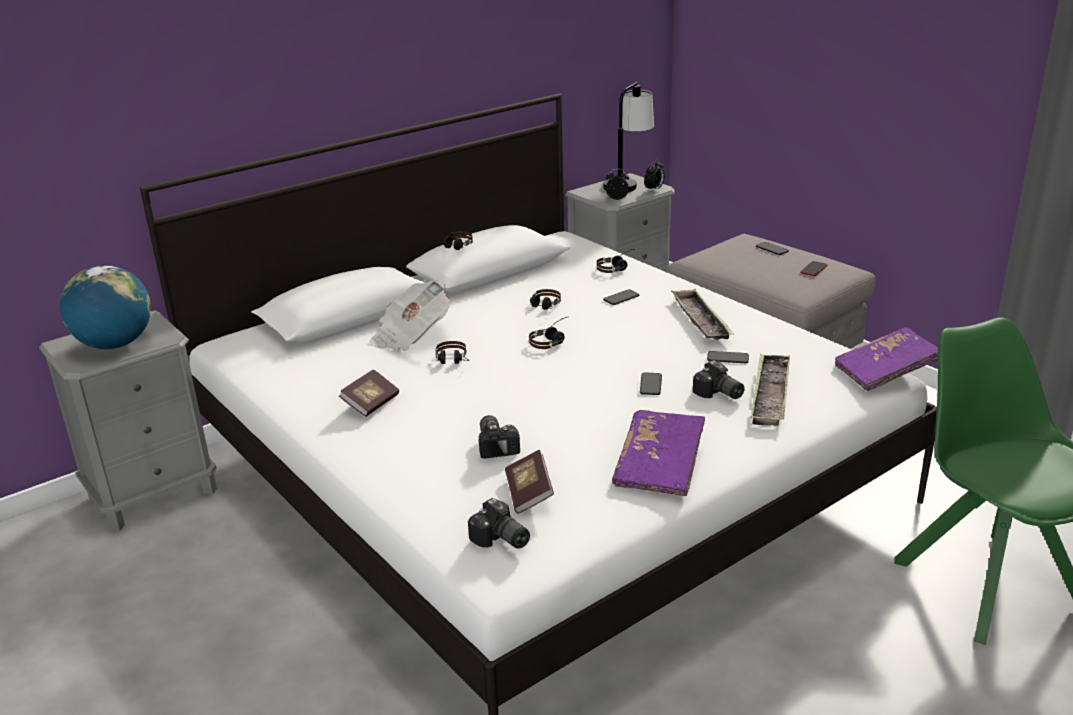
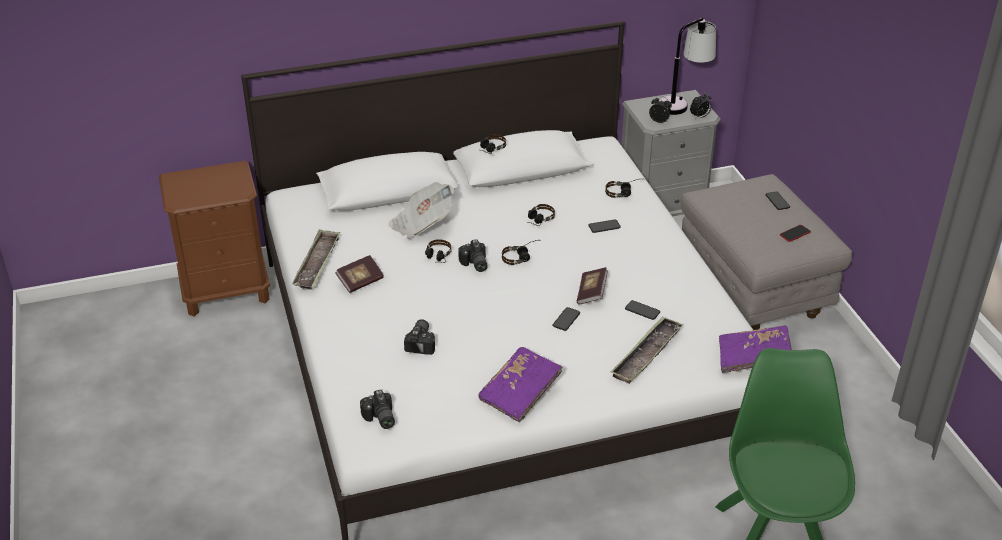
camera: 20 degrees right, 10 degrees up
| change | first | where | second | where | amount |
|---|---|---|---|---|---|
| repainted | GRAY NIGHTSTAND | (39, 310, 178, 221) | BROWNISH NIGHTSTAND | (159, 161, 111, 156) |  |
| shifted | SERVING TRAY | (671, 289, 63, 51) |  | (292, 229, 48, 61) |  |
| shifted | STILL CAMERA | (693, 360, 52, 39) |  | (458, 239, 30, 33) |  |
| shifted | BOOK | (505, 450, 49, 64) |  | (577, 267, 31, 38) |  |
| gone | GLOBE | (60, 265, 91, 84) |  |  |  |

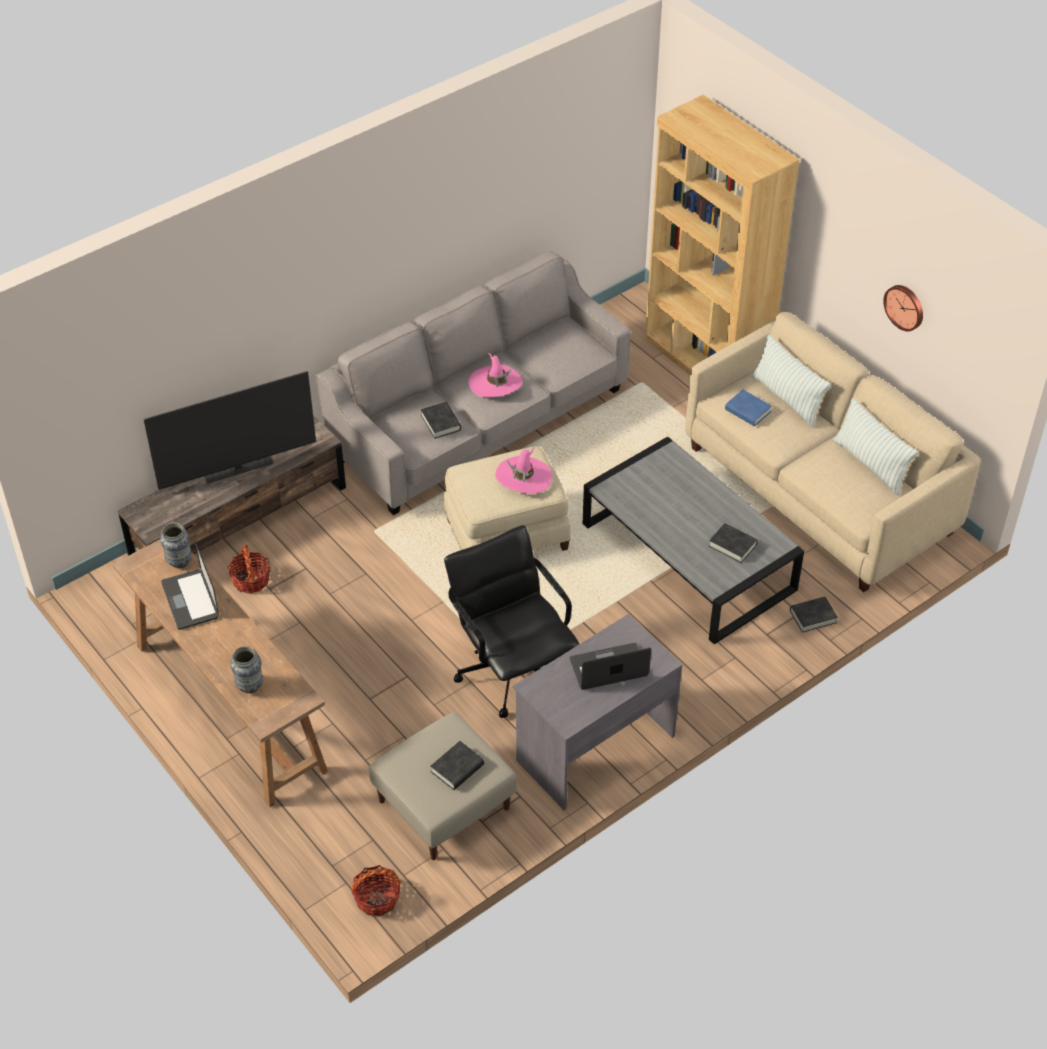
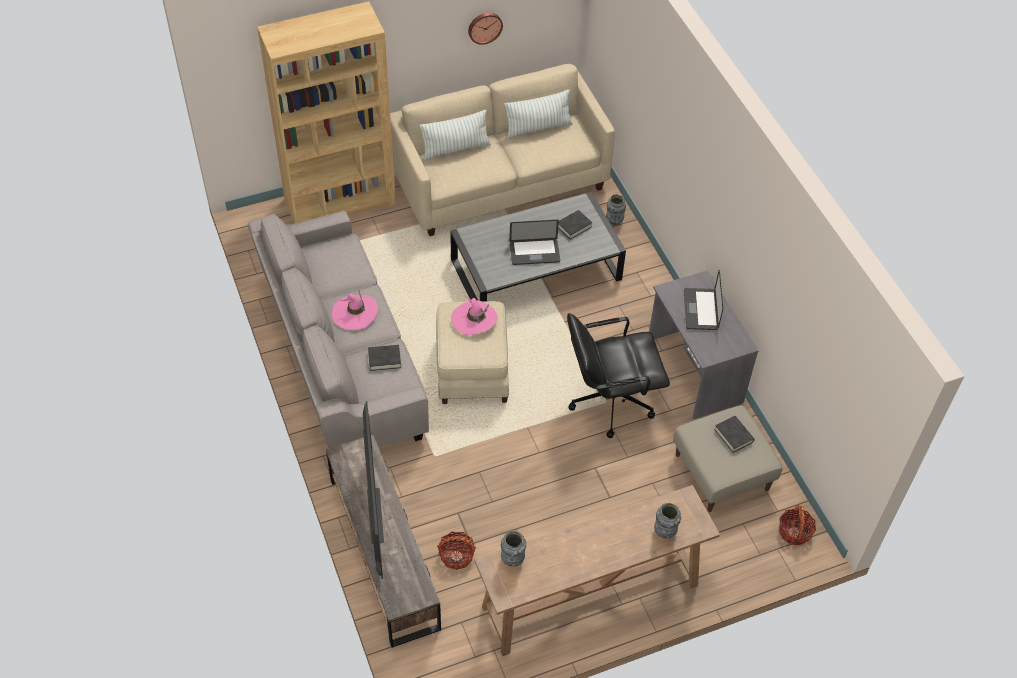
camera: 75 degrees left, 5 degrees up
| change | first | where | second | where | amount |
|---|---|---|---|---|---|
| shifted | LAPTOP | (161, 542, 58, 88) |  | (509, 220, 51, 45) |  |
| swapped | BLACK BOOK | (790, 597, 48, 36) | FLOWER VASE | (606, 194, 20, 32) |  |
| gone | BLUISH BOOK | (725, 390, 47, 36) |  |  |  |

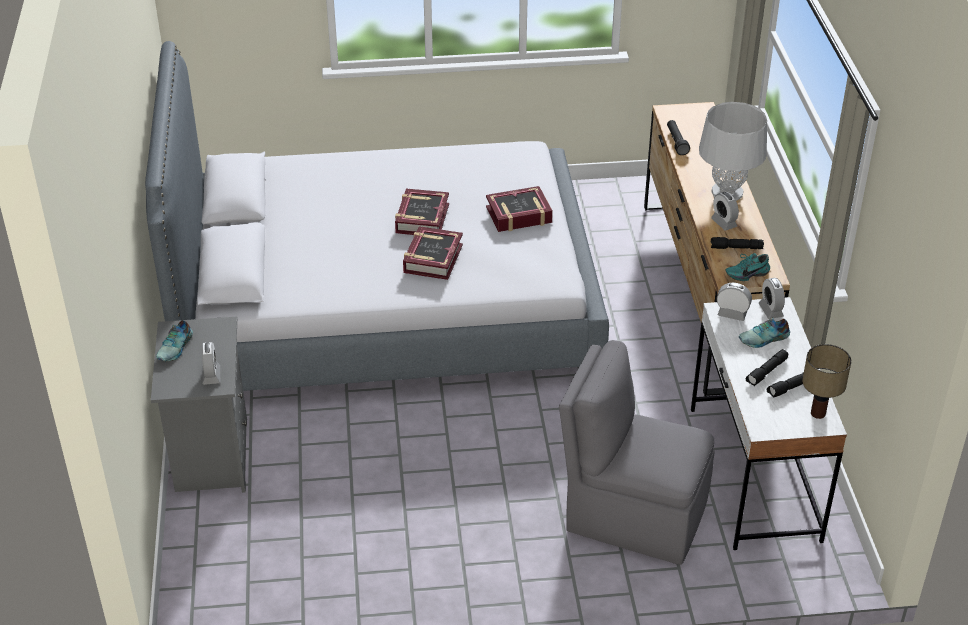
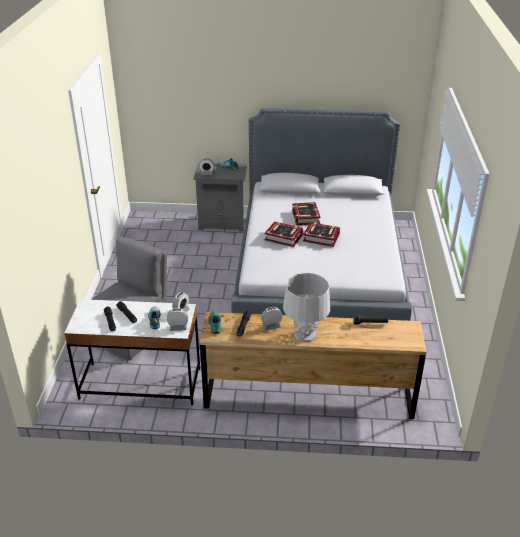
camera: 100 degrees right, 5 degrees down
| change | first | where | second | where | amount |
|---|---|---|---|---|---|
| shifted | BOOK | (486, 186, 67, 46) |  | (292, 202, 28, 23) |  |
| gone | TABLETOP LAMP | (802, 344, 49, 75) |  |  |  |

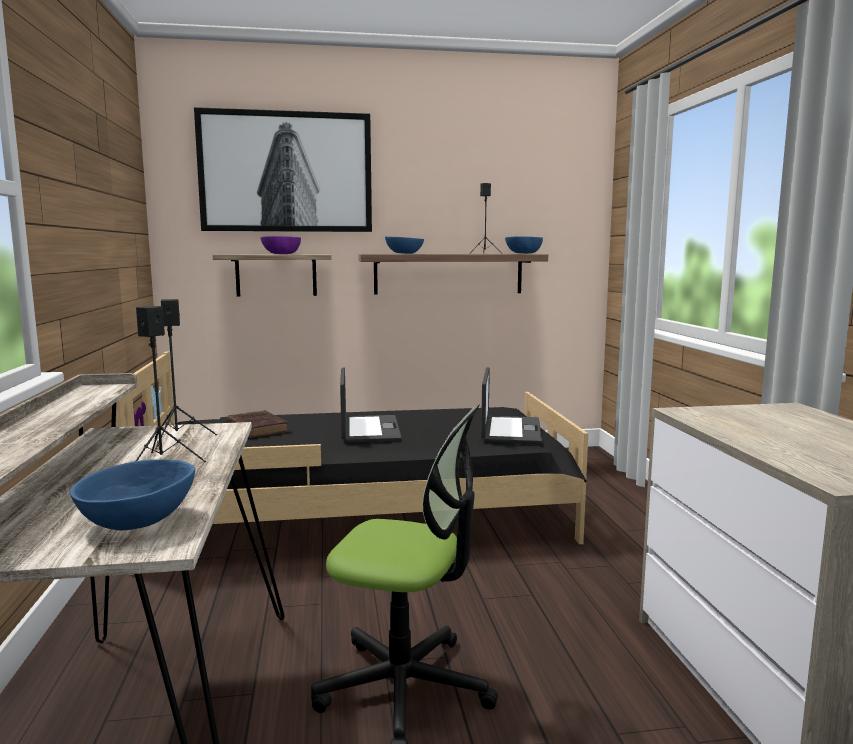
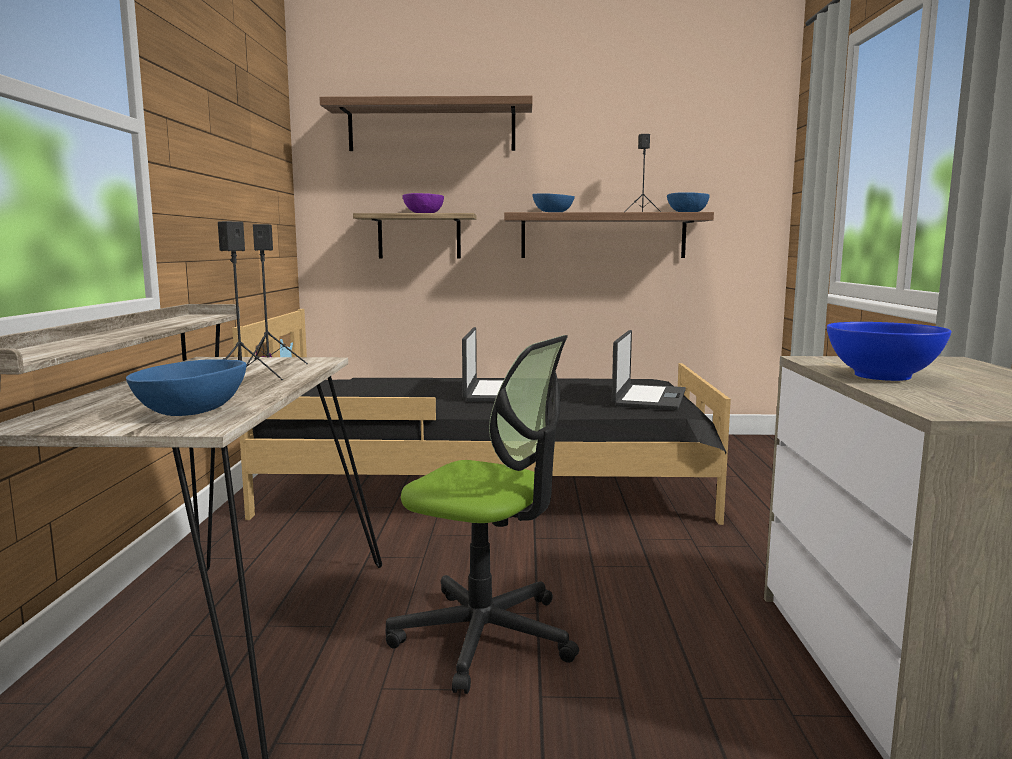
camera: 10 degrees right, 0 degrees up
| change | first | where | second | where | amount |
|---|---|---|---|---|---|
| swapped | PICTURE | (194, 107, 178, 125) | WALL SHELF | (319, 96, 214, 55) |  |
| new |  |  | BLUISH SERVING BOWL | (827, 322, 124, 59) |  |
| gone | BROWNISH BOOK | (227, 410, 62, 28) |  |  |  |

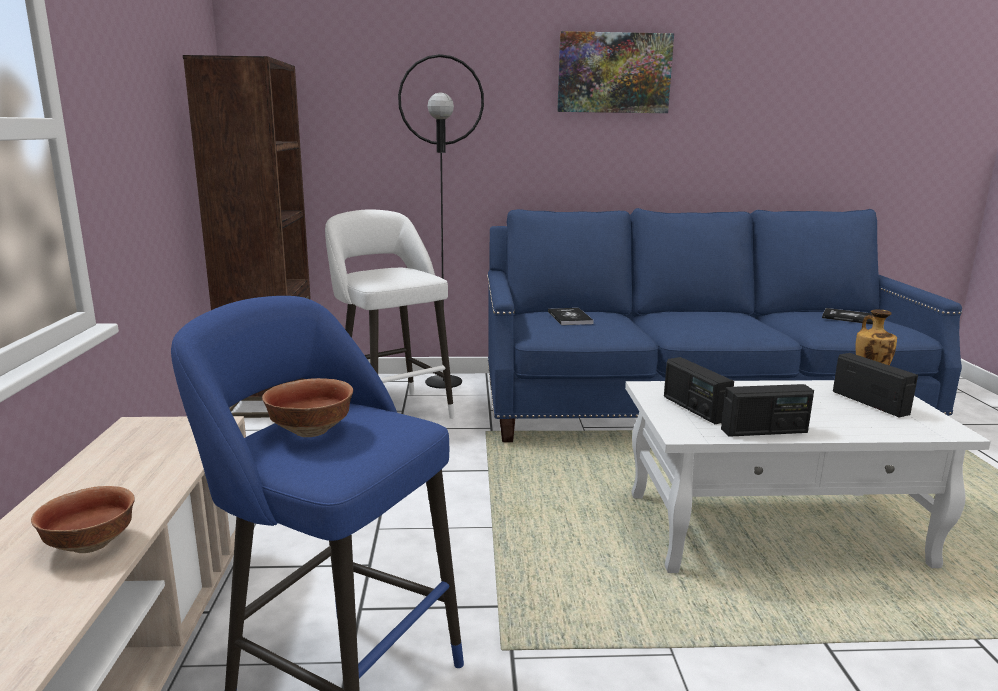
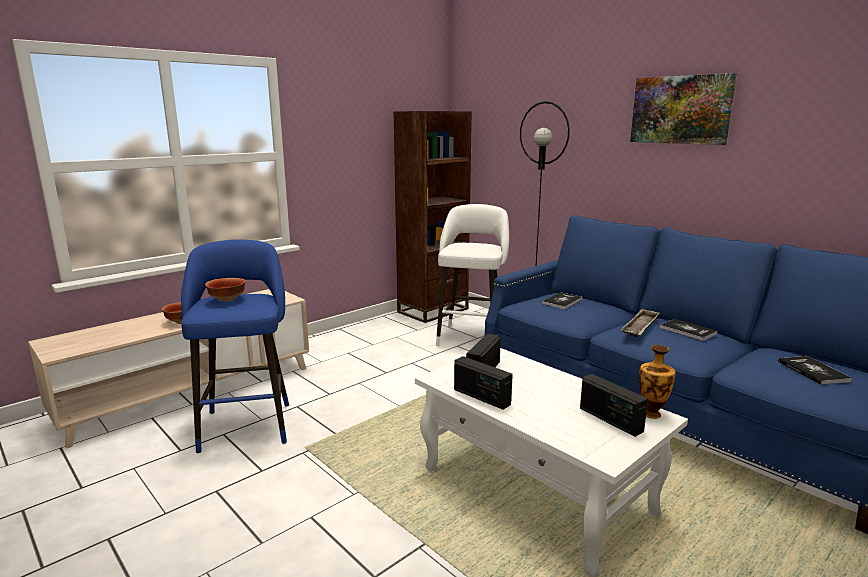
camera: 50 degrees right, 0 degrees up
| change | first | where | second | where | amount |
|---|---|---|---|---|---|
| rotated | RADIO | (833, 353, 85, 64) |  | (580, 374, 68, 63) | 120 degrees clockwise |
| new |  |  | SERVING TRAY | (621, 308, 39, 30) |  |
| new |  |  | BOOK | (660, 319, 57, 22) |  |

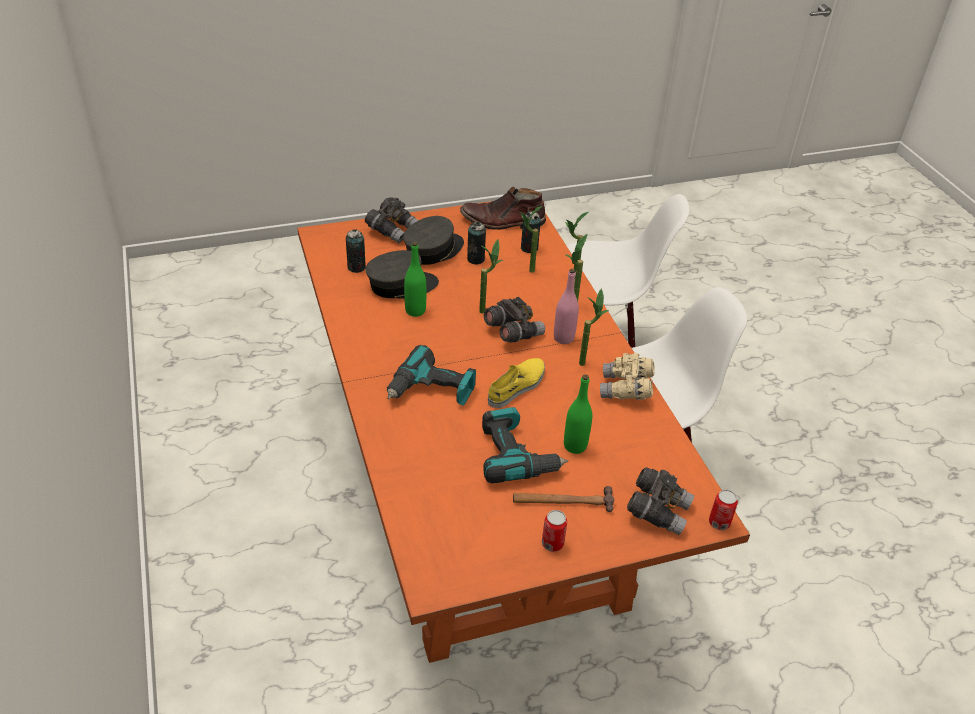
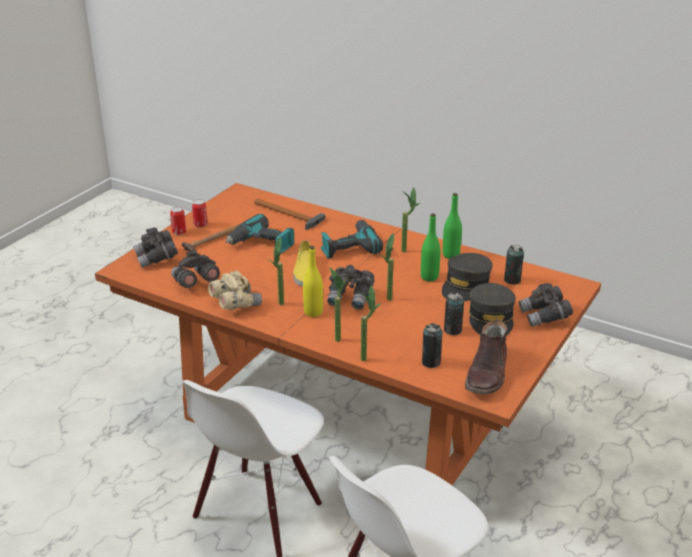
camera: 140 degrees right, 10 degrees down
| change | first | where | second | where | amount |
|---|---|---|---|---|---|
| shifted | CAN | (709, 490, 29, 40) |  | (170, 207, 16, 28) |  |
| new |  |  | GRAY FIELD GLASSES | (171, 250, 49, 38) |  |
| new |  |  | HAND HAMMER | (254, 199, 71, 31) |  |
| repainted | PINK BEVERAGE BOTTLE | (554, 269, 25, 75) | YELLOWISH BEVERAGE BOTTLE | (303, 246, 20, 71) |  |
| shifted | PLANT IN A POT | (520, 206, 22, 67) |  | (401, 187, 19, 65) |  |
| shifted | GREEN-COLOURED BEVERAGE BOTTLE | (564, 375, 28, 79) |  | (443, 193, 19, 66) |  |
| rotated | BROWNISH HIGH-TOP BOOT | (460, 186, 86, 44) |  | (465, 319, 42, 76) | 150 degrees clockwise |

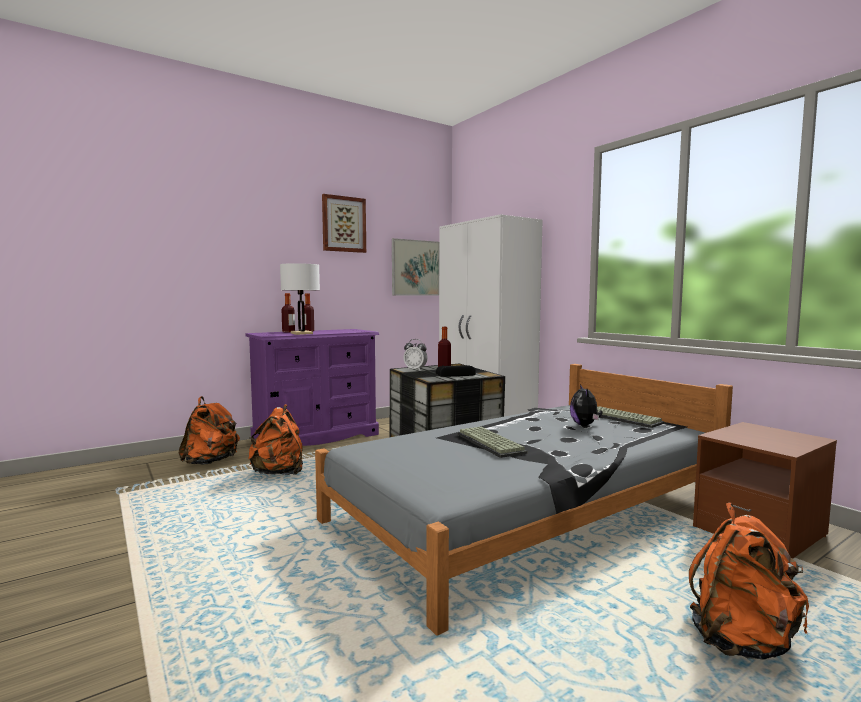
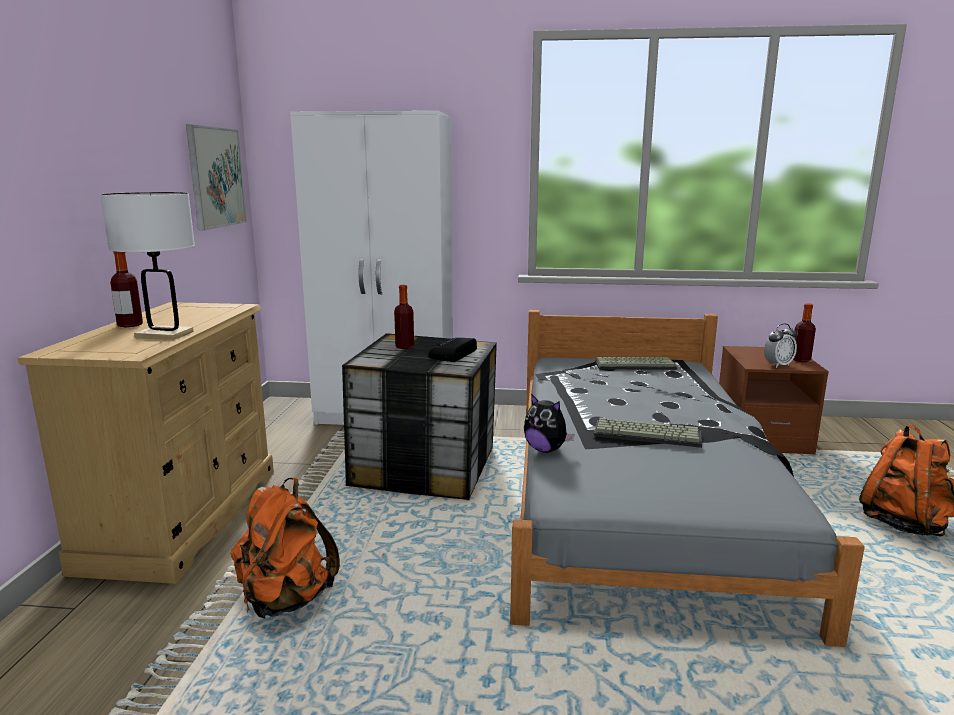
camera: 50 degrees left, 10 degrees up
| change | first | where | second | where | amount |
|---|---|---|---|---|---|
| repainted | PURPLE-COLOURED DRESSER | (245, 329, 134, 117) | SAND-COLOURED DRESSER | (18, 302, 256, 282) |  |
| shifted | SOFT TOY | (570, 384, 33, 42) |  | (524, 394, 51, 59) |  |
| shifted | ALARM CLOCK | (403, 339, 25, 31) |  | (764, 323, 33, 45) |  |
| shifted | BEVERAGE BOTTLE | (282, 293, 13, 40) |  | (793, 303, 23, 59) |  |
| gone | ORANGE BACKPACK | (179, 396, 61, 69) |  |  |  |
| gone | PICTURE | (322, 194, 44, 59) |  |  |  |

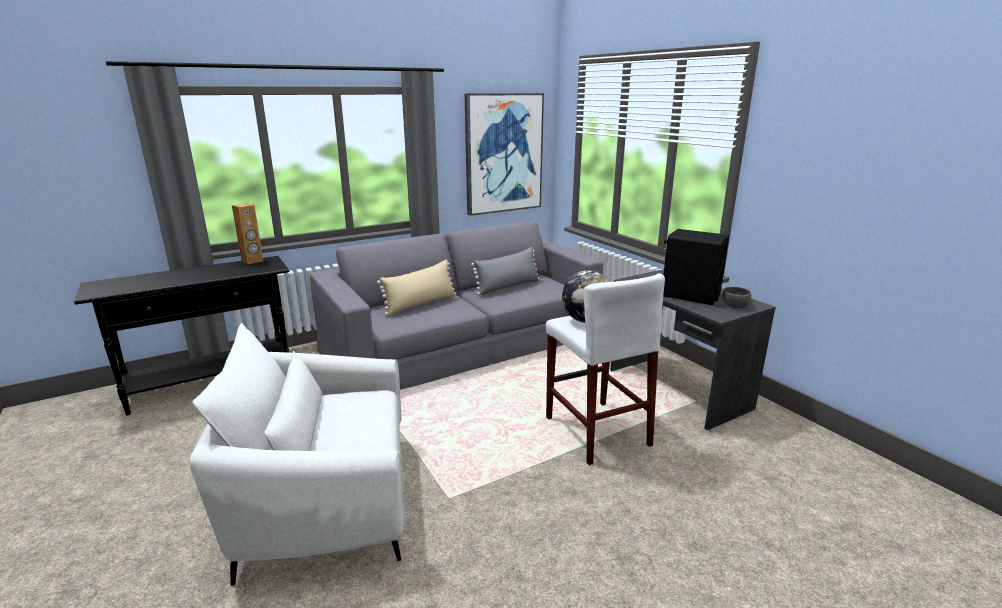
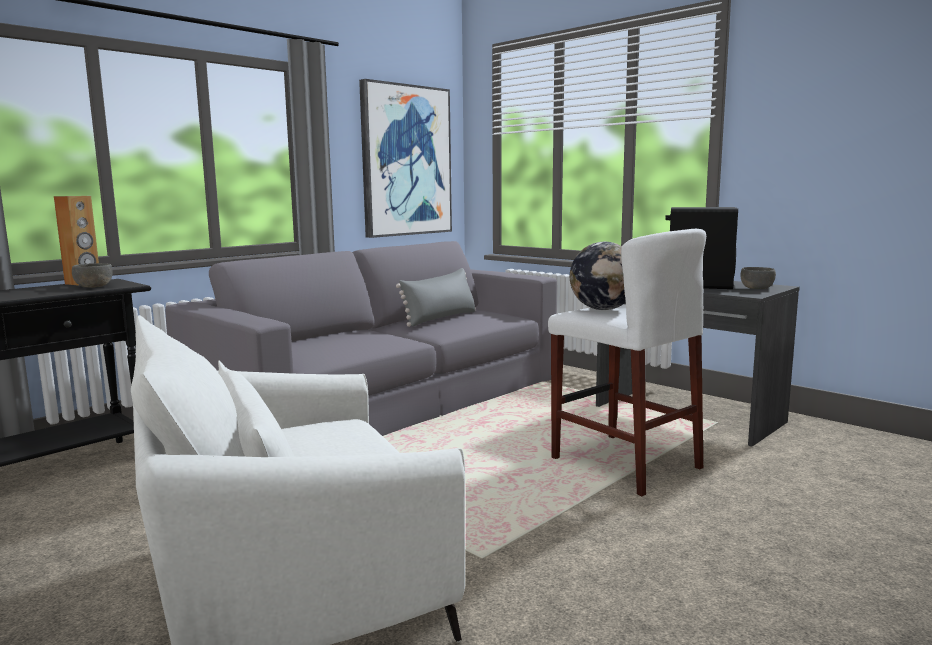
camera: 15 degrees left, 10 degrees down
| change | first | where | second | where | amount |
|---|---|---|---|---|---|
| new |  |  | GRAY SERVING BOWL | (72, 263, 40, 25) |  |
| gone | SAND-COLOURED CUSHION | (377, 260, 79, 56) |  |  |  |

